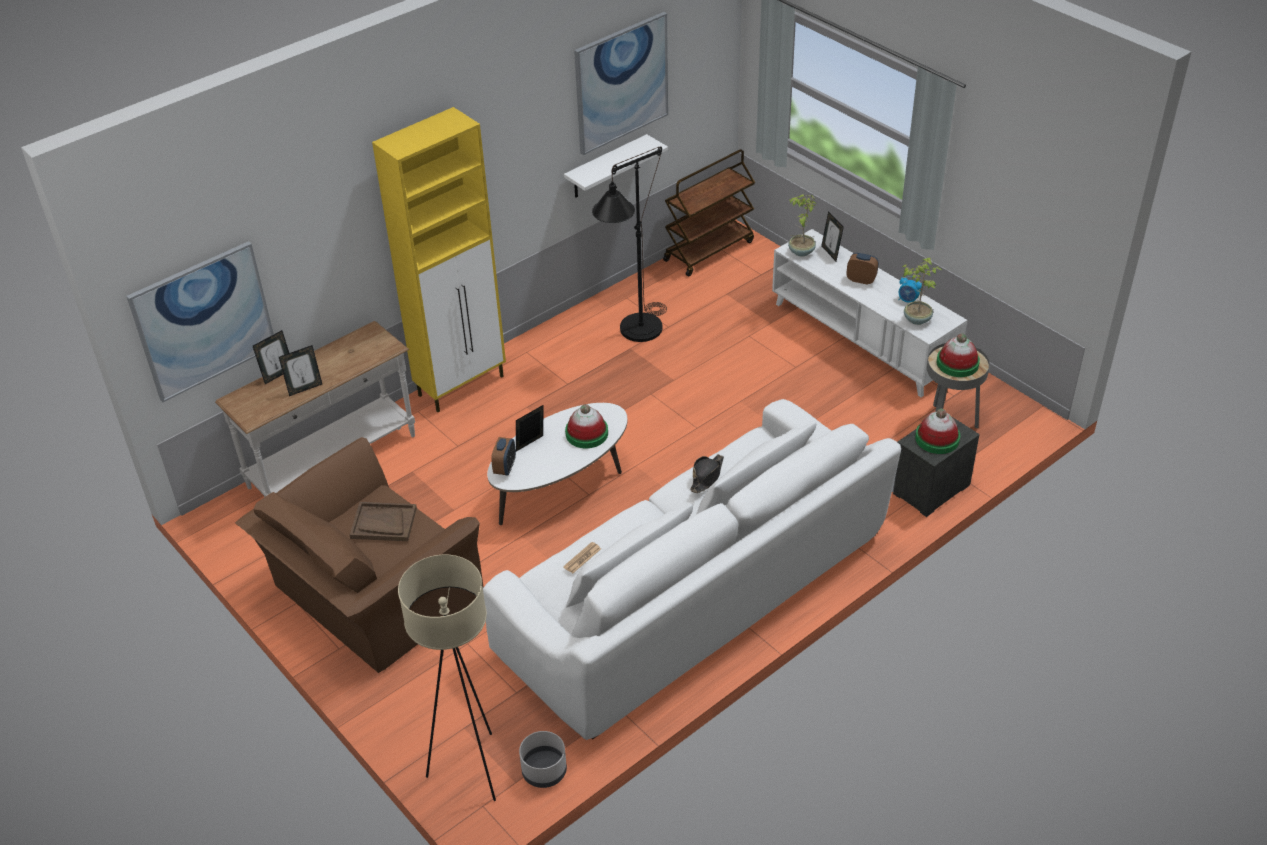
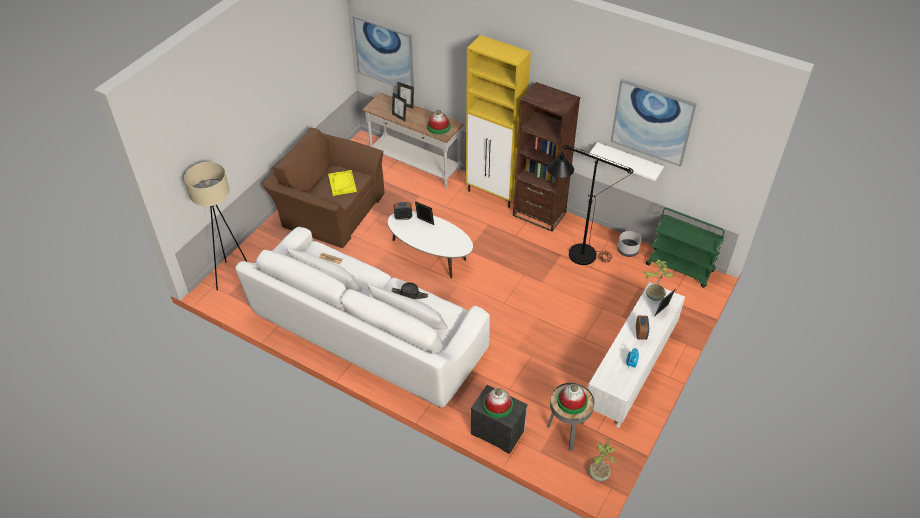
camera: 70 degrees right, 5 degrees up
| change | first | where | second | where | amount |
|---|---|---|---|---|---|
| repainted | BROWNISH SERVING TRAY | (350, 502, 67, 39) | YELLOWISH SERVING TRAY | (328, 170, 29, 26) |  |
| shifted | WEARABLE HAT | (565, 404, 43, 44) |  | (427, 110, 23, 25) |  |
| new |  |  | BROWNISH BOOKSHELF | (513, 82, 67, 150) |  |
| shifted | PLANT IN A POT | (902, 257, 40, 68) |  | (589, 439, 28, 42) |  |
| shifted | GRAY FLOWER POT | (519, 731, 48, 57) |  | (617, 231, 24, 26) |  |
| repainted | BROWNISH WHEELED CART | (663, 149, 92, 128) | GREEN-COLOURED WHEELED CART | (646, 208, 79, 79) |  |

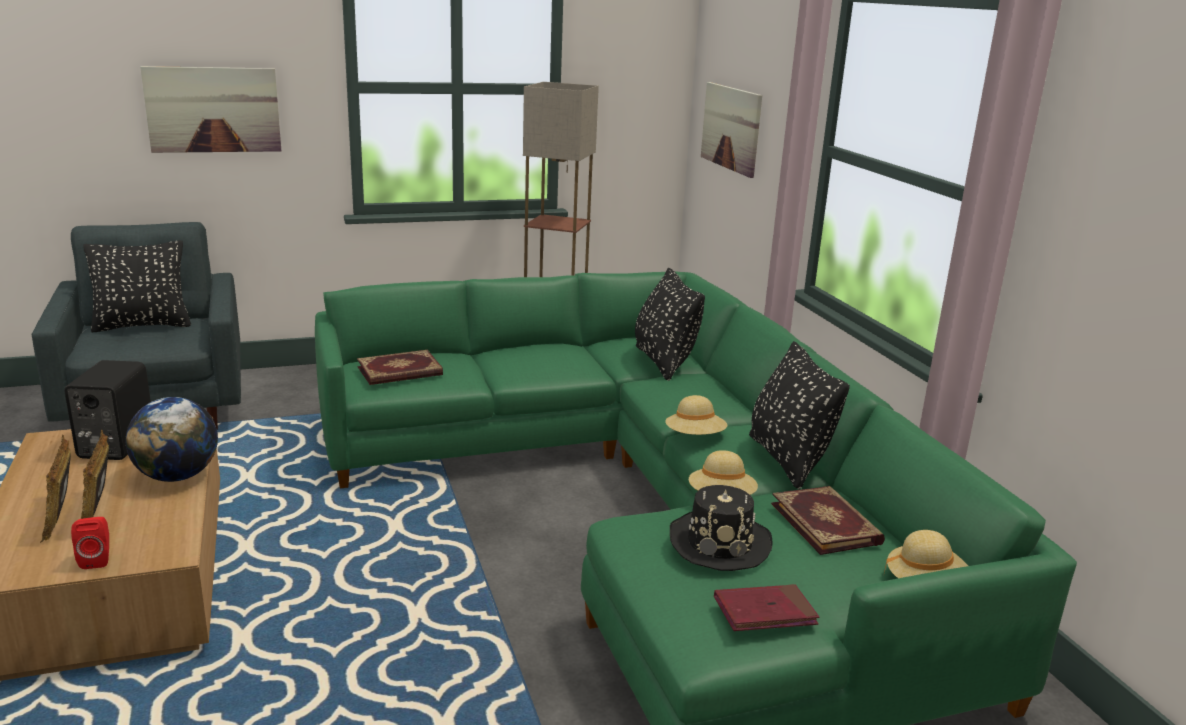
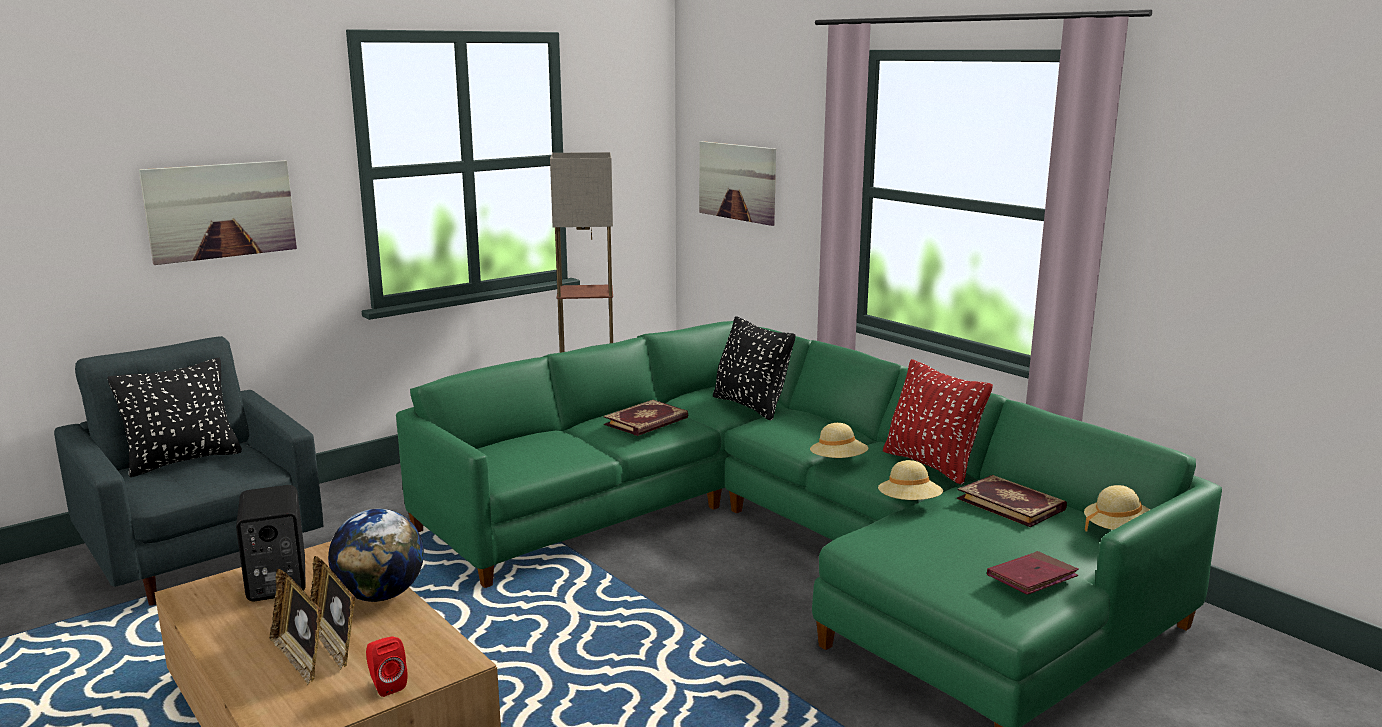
camera: 20 degrees left, 5 degrees down
| change | first | where | second | where | amount |
|---|---|---|---|---|---|
| shifted | BOOK | (357, 350, 86, 35) |  | (604, 400, 84, 36) |  |
| repainted | BLACK CUSHION | (749, 341, 101, 148) | RED-COLOURED CUSHION | (883, 359, 110, 125) |  |
| gone | BLACK WEARABLE HAT | (670, 485, 103, 86) |  |  |  |

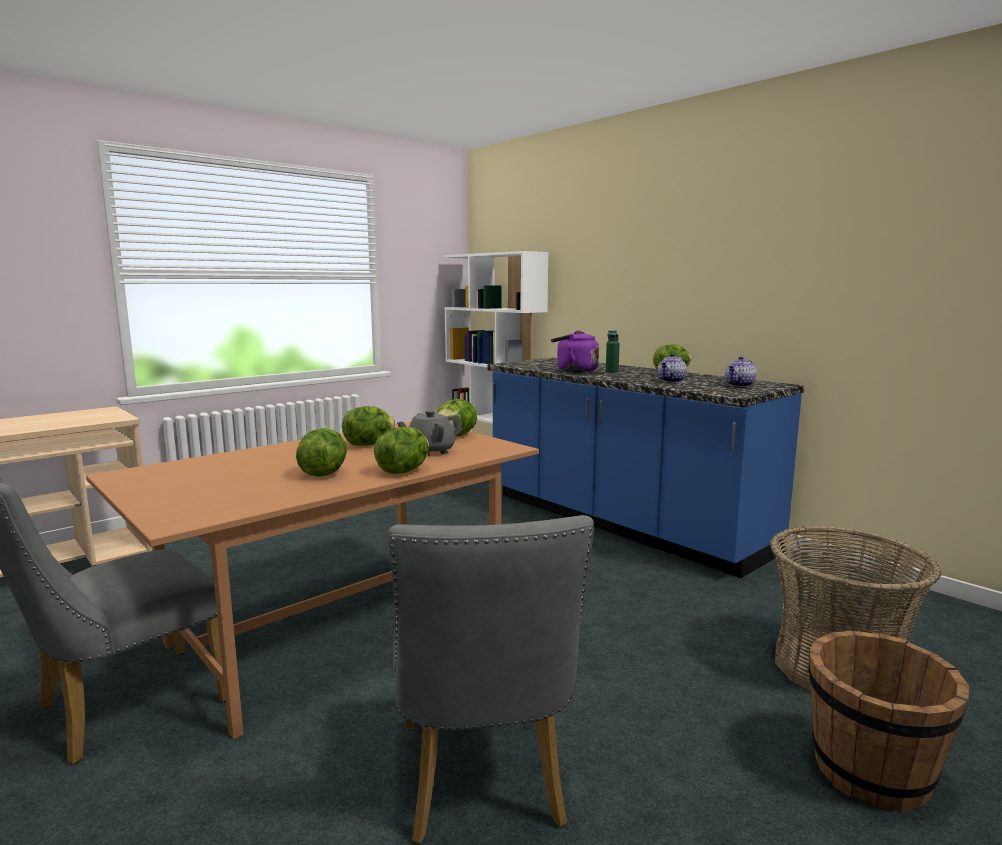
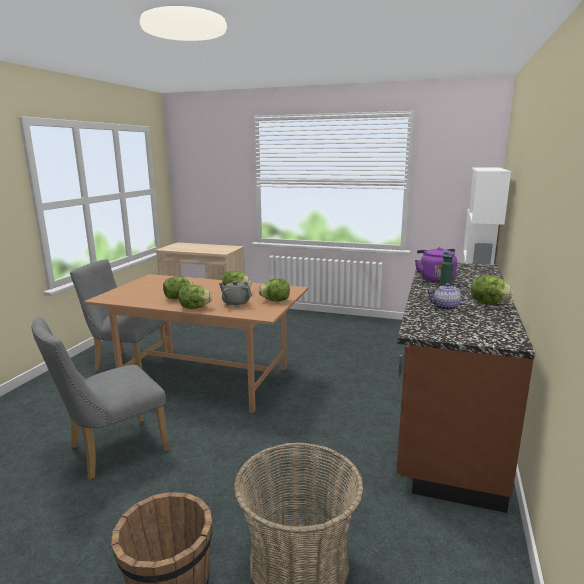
camera: 60 degrees right, 5 degrees up
| change | first | where | second | where | amount |
|---|---|---|---|---|---|
| repainted | BLUISH COUNTER | (487, 358, 317, 220) | BROWNISH COUNTER | (396, 260, 139, 253) |  |
| gone | TEA POT | (725, 356, 32, 31) |  |  |  |

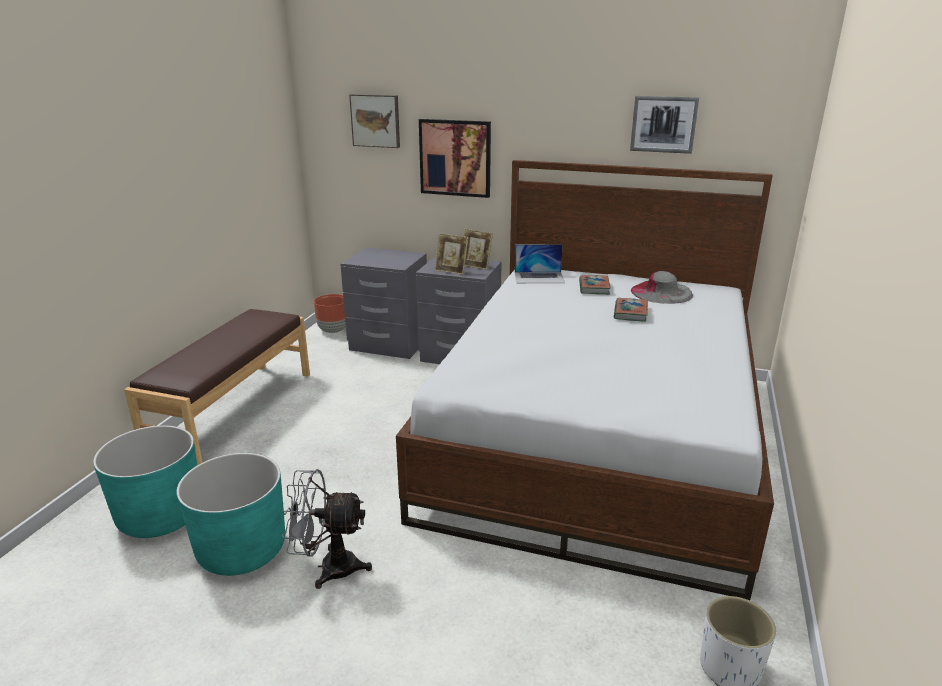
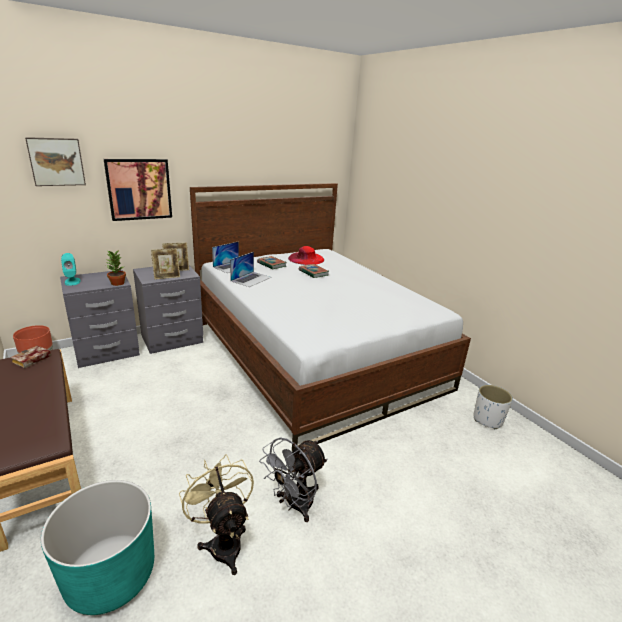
camera: 50 degrees left, 0 degrees up
| change | first | where | second | where | amount |
|---|---|---|---|---|---|
| new |  |  | BOOK | (10, 346, 41, 22) |  |
| new |  |  | TURQUOISE-COLOURED AUDIO SPEAKER | (61, 253, 19, 33) |  |
| new |  |  | PLANT IN A POT | (106, 250, 20, 36) |  |
| swapped | TURQUOISE-COLOURED FLOWER POT | (176, 453, 109, 123) | SAND-COLOURED COOLING FAN | (179, 454, 75, 121) |  |
| new |  |  | LAPTOP | (230, 252, 42, 35) |  |
| repainted | GRAY WEARABLE HAT | (631, 271, 62, 33) | RED-COLOURED WEARABLE HAT | (288, 246, 36, 19) |  |
| gone | PICTURE | (630, 96, 69, 58) |  |  |  |

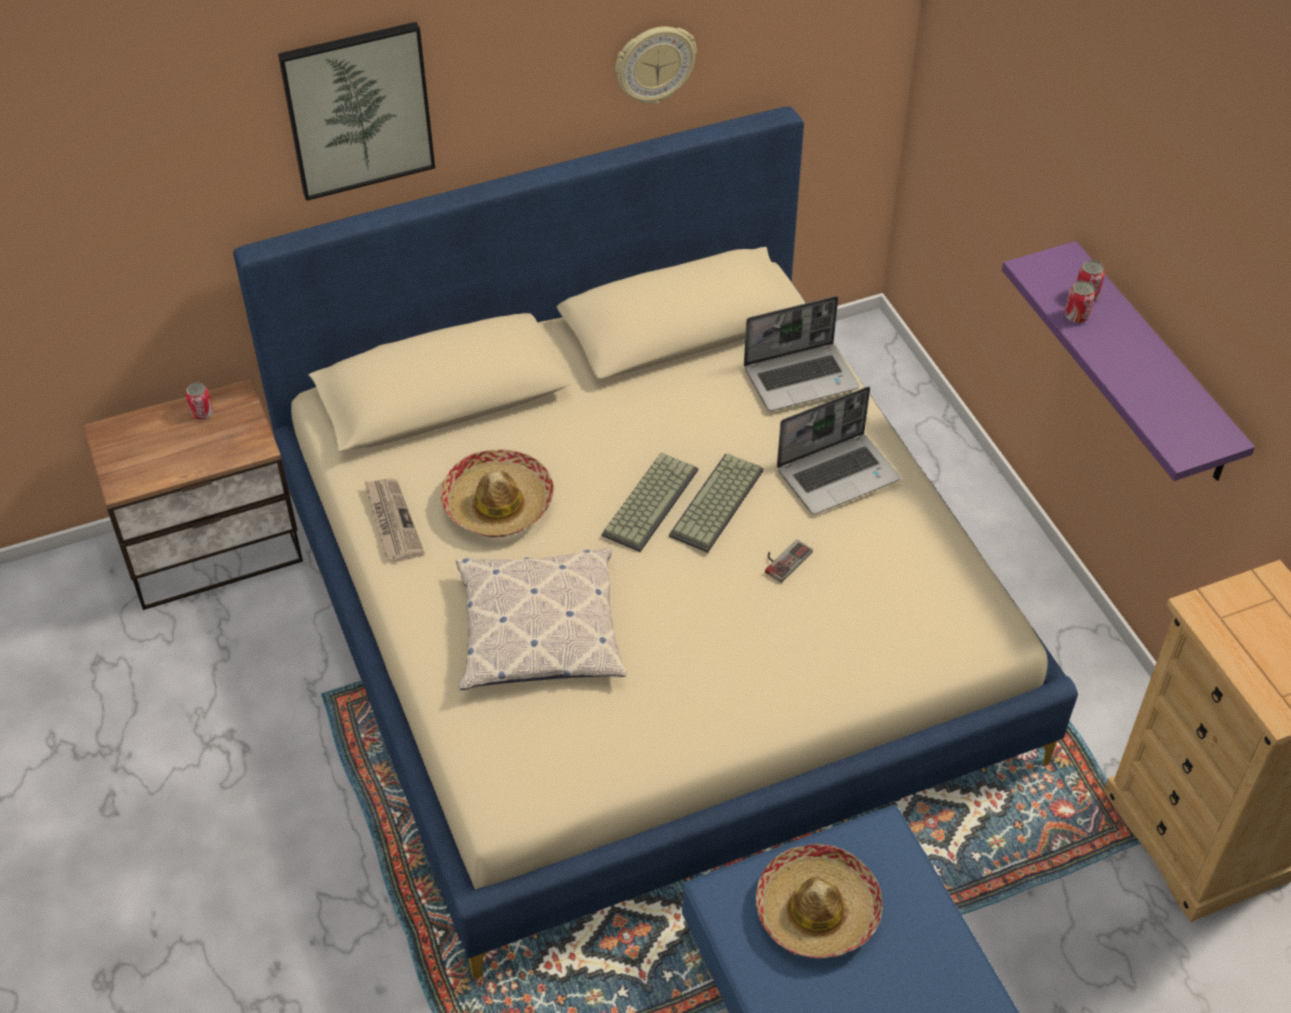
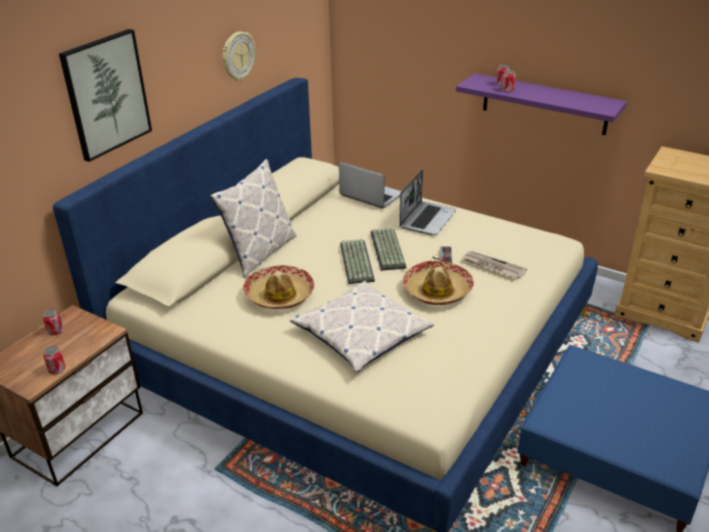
camera: 35 degrees left, 15 degrees down
| change | first | where | second | where | amount |
|---|---|---|---|---|---|
| new |  |  | CAN | (43, 346, 23, 28) |  |
| new |  |  | CUSHION | (210, 159, 87, 119) |  |
| rotated | LAPTOP | (744, 296, 115, 115) |  | (339, 161, 62, 47) | 90 degrees counterclockwise |
| shifted | WEARABLE HAT | (756, 844, 127, 114) |  | (403, 261, 71, 44) |  |
| shifted | NEWSPAPER | (364, 478, 61, 84) |  | (462, 251, 65, 28) |  |

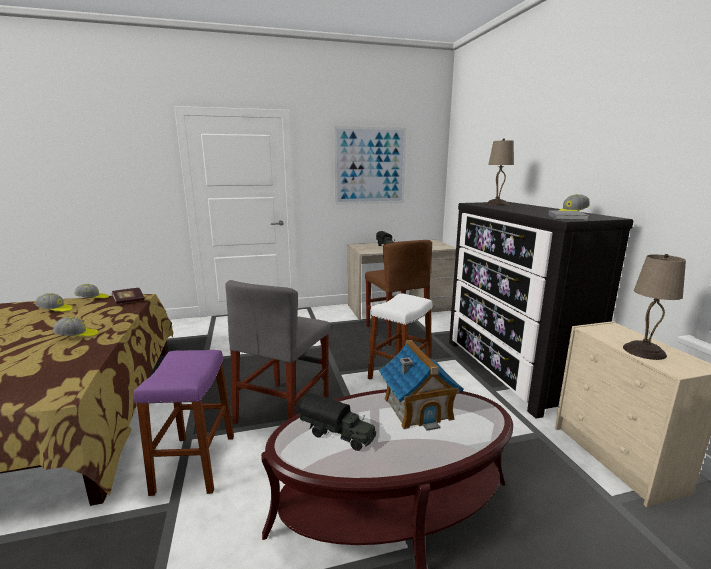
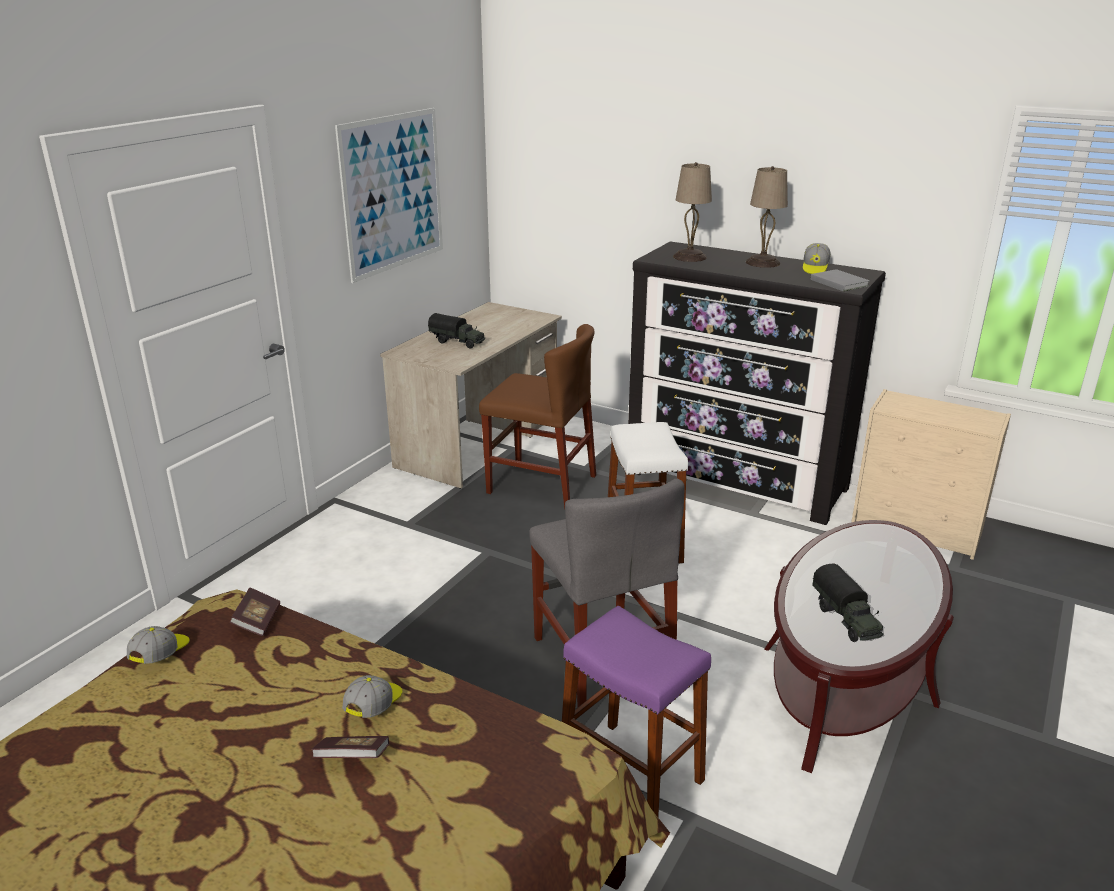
camera: 45 degrees left, 10 degrees up
| change | first | where | second | where | amount |
|---|---|---|---|---|---|
| new |  |  | BOOK | (311, 736, 78, 22) |  |
| shifted | SAND-COLOURED TABLETOP LAMP | (623, 254, 63, 106) |  | (746, 166, 42, 102) |  |
| rotated | MODEL TRUCK | (300, 393, 76, 58) |  | (812, 563, 72, 79) | 90 degrees clockwise |
| gone | PEAKED CAP | (36, 293, 36, 19) |  |  |  |
| gone | TOY HOUSE | (379, 340, 85, 91) |  |  |  |

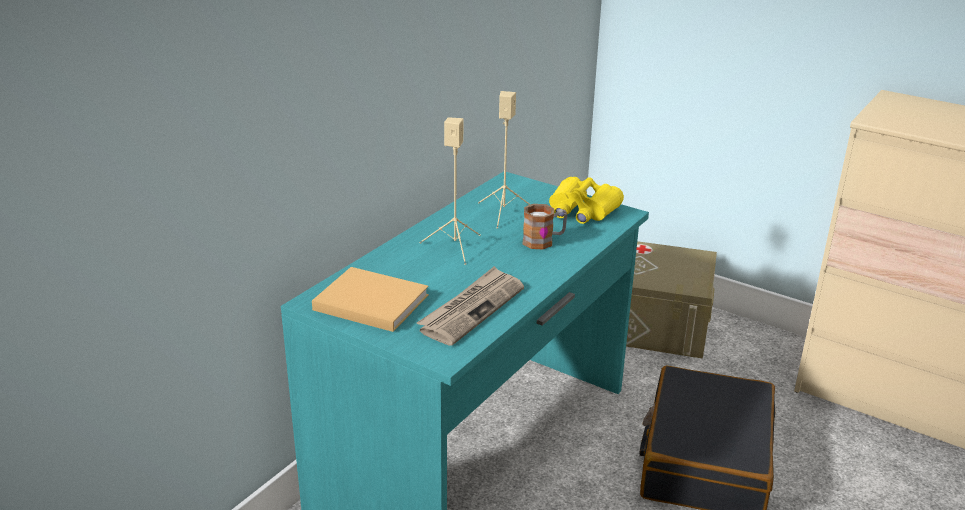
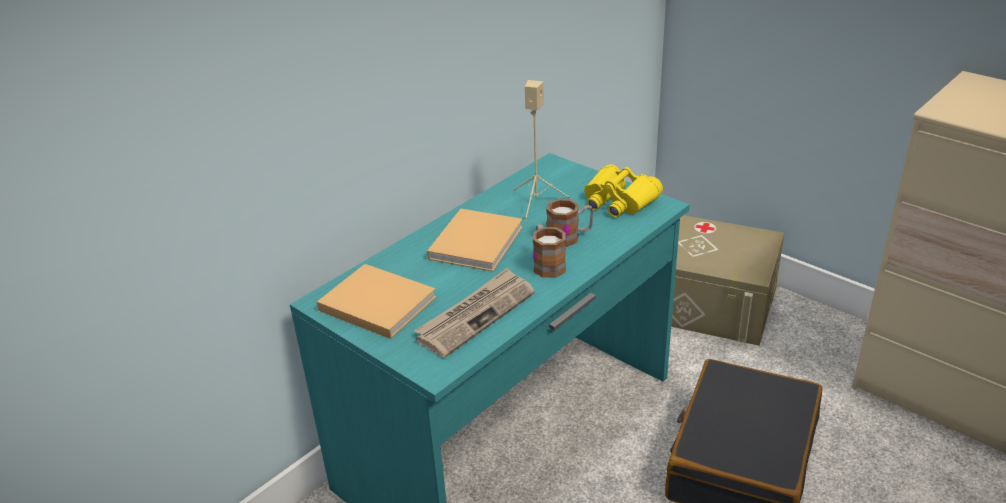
camera: 10 degrees right, 5 degrees up
| change | first | where | second | where | amount |
|---|---|---|---|---|---|
| swapped | SAND-COLOURED AUDIO SPEAKER | (420, 117, 61, 148) | SAND-COLOURED BOOK | (427, 209, 96, 63) |  |
| new |  |  | MUG | (533, 224, 33, 54) |  |

